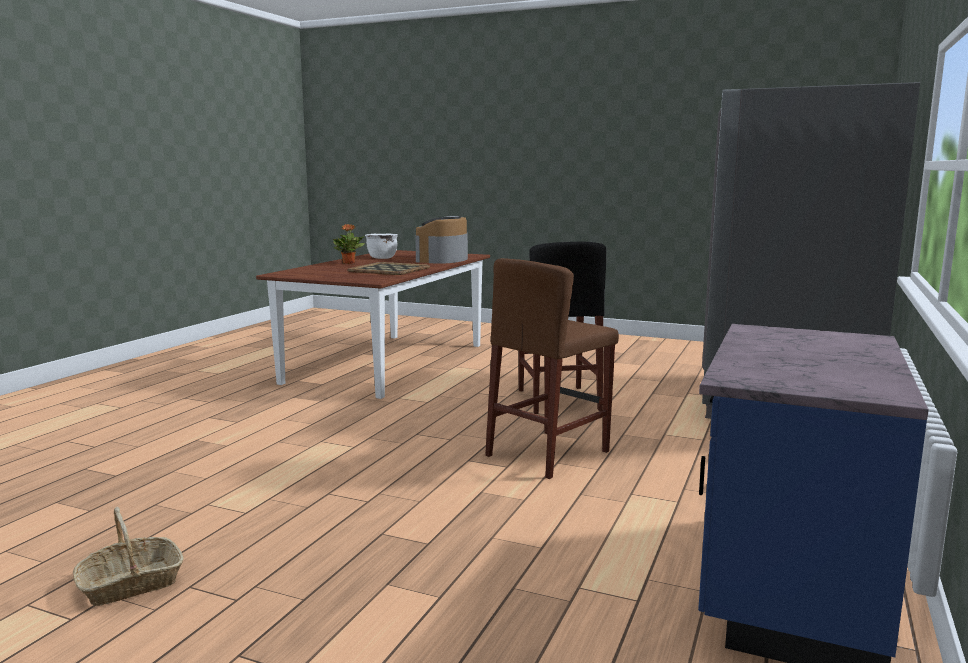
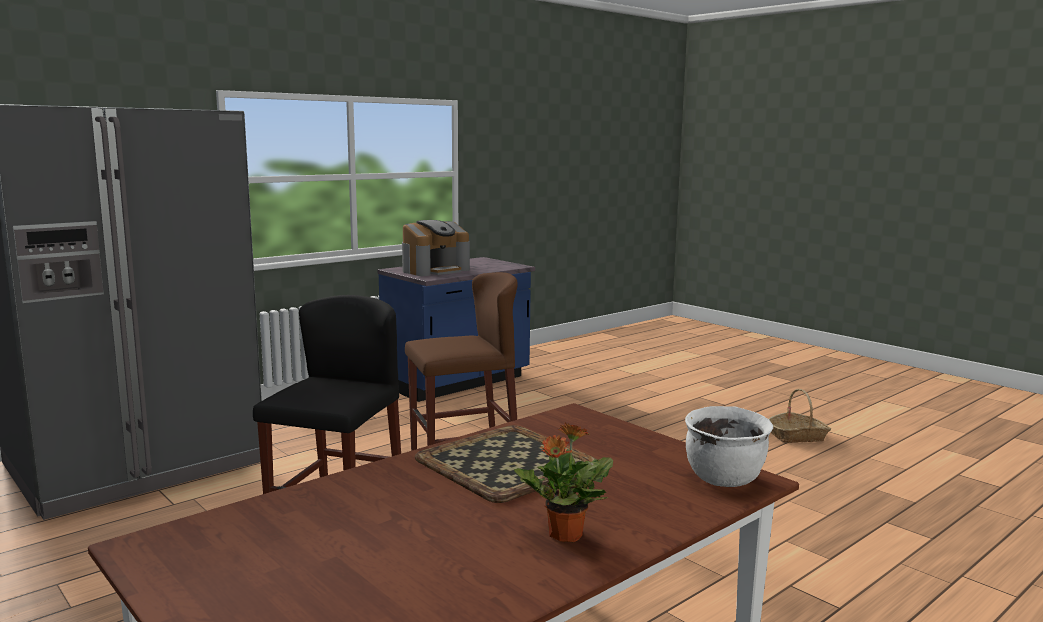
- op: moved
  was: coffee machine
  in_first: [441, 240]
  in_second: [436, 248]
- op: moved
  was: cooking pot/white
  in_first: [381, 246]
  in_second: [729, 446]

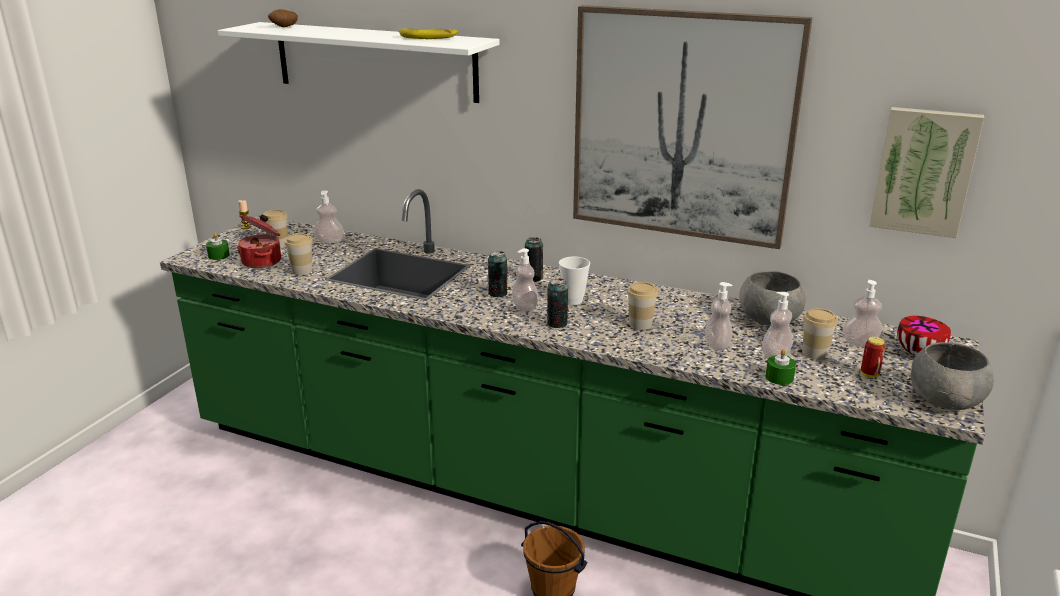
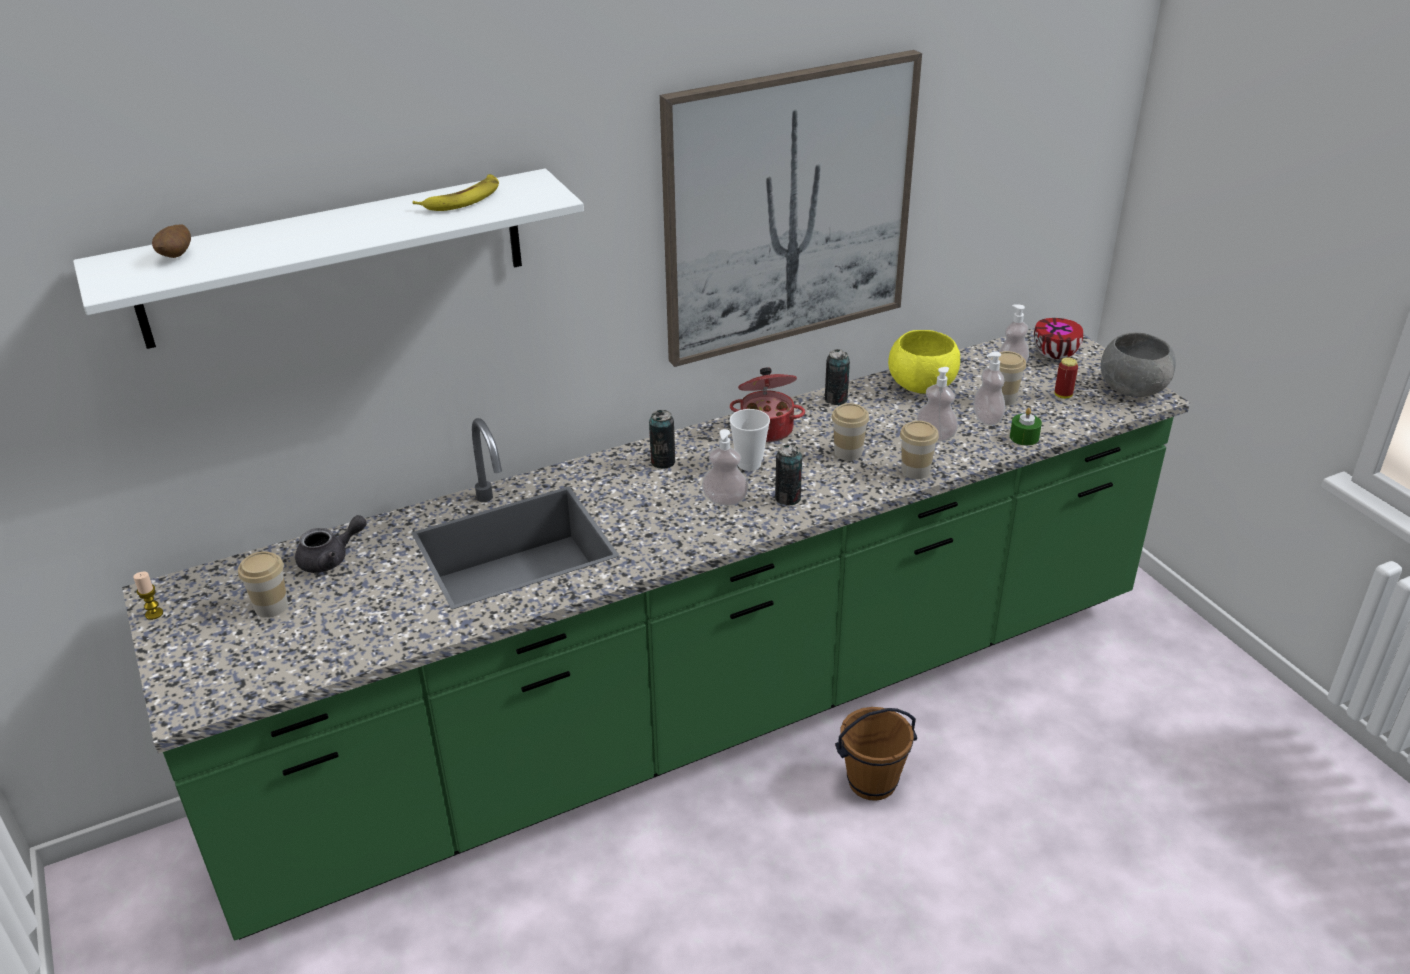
- op: replaced
  was: soap dispenser
  now: teapot/grey
  in_first: [329, 216]
  in_second: [331, 544]
- op: moved
  was: cooking pot
  in_first: [259, 241]
  in_second: [767, 404]
- op: moved
  was: can
  in_first: [497, 274]
  in_second: [837, 377]
- op: recoloured
  was: bowl/grey
  now: bowl/yellow
  in_first: [773, 298]
  in_second: [924, 362]
- op: moved
  was: cup
  in_first: [299, 254]
  in_second: [919, 450]
- op: removed
  was: candle/green
  in_first: [218, 246]
- op: removed
  was: picture
  in_first: [926, 172]

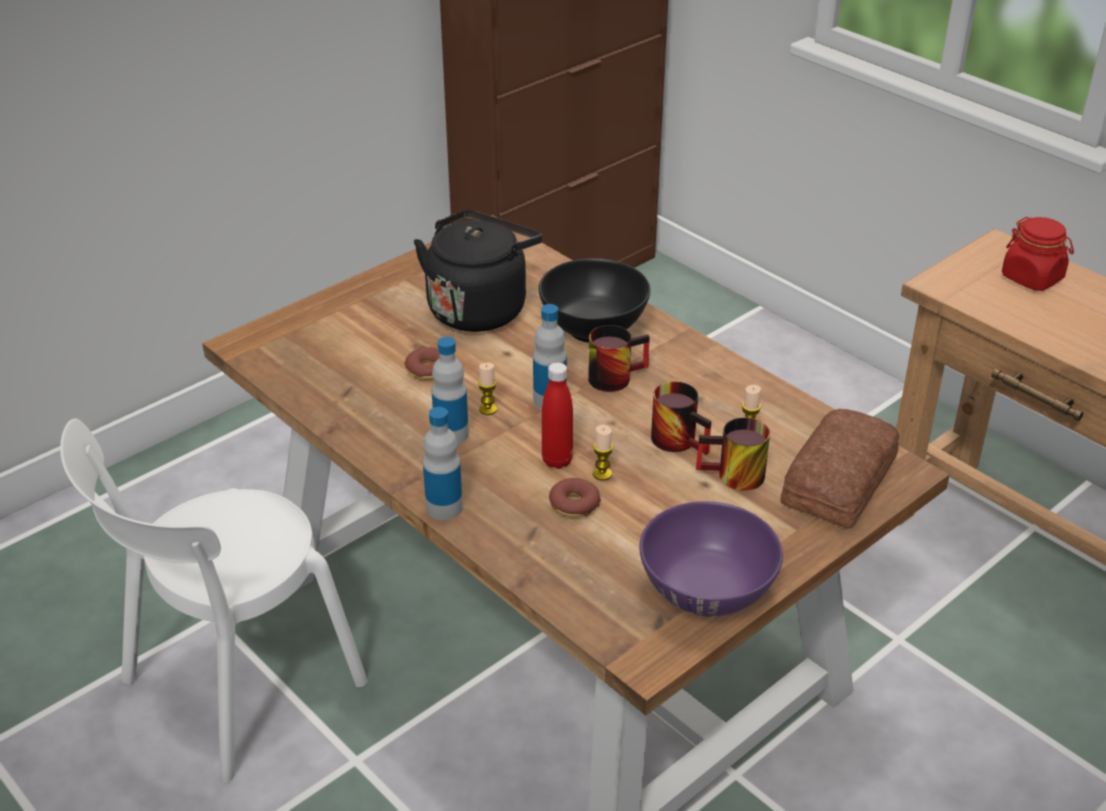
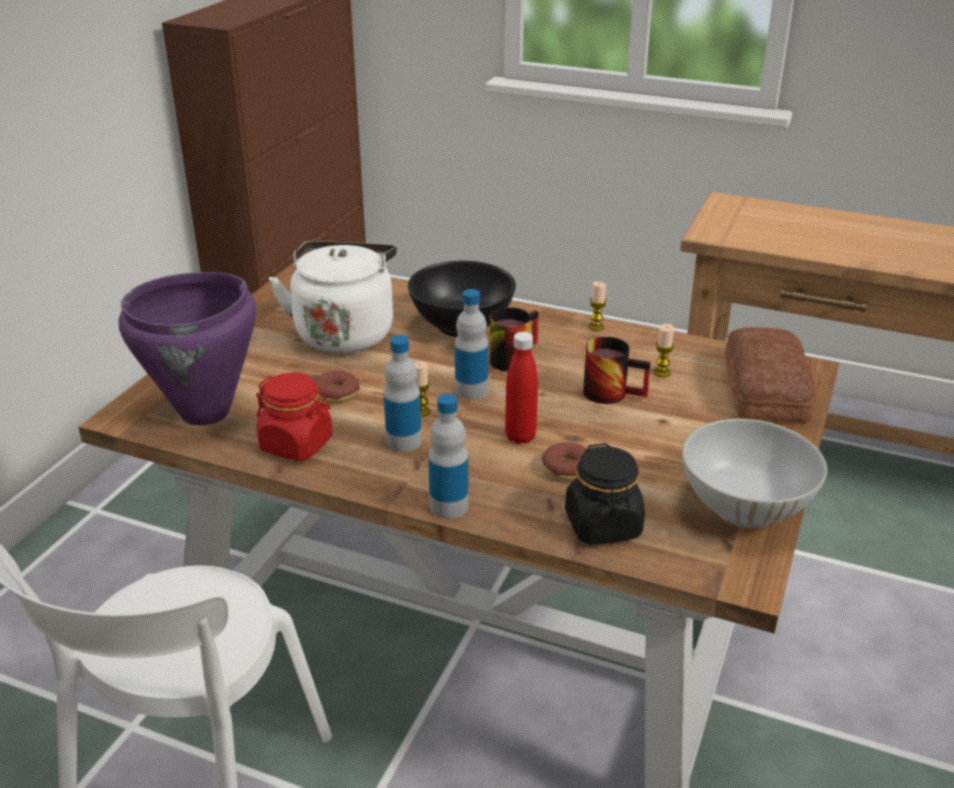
- op: added
  now: cooking pot/purple
  in_second: [187, 348]
- op: moved
  was: jar/red
  in_first: [1038, 254]
  in_second: [294, 416]
- op: recoloured
  was: kettle/black
  now: kettle/white
  in_first: [478, 271]
  in_second: [333, 297]
- op: added
  now: jar/black
  in_second: [605, 494]
- op: moved
  was: candle
  in_first: [603, 453]
  in_second: [597, 306]
- op: recoloured
  was: bowl/purple
  now: bowl/white
  in_first: [711, 559]
  in_second: [754, 473]
- op: removed
  was: mug
  in_first: [733, 454]

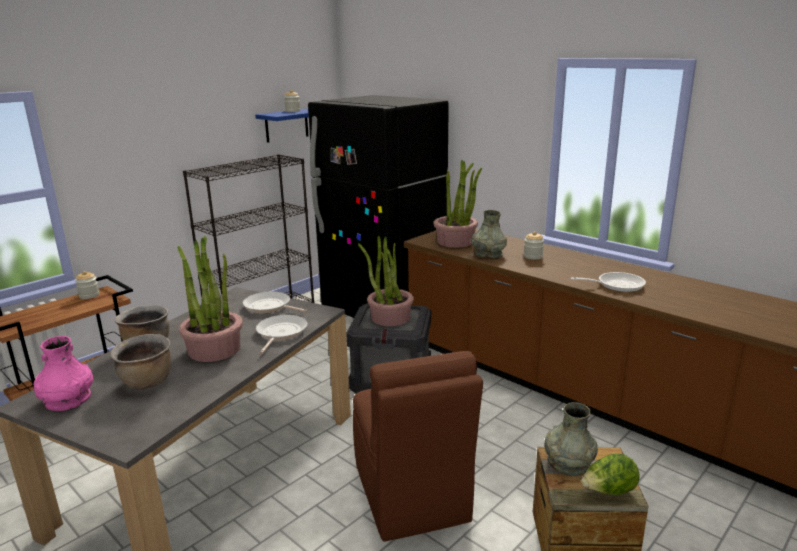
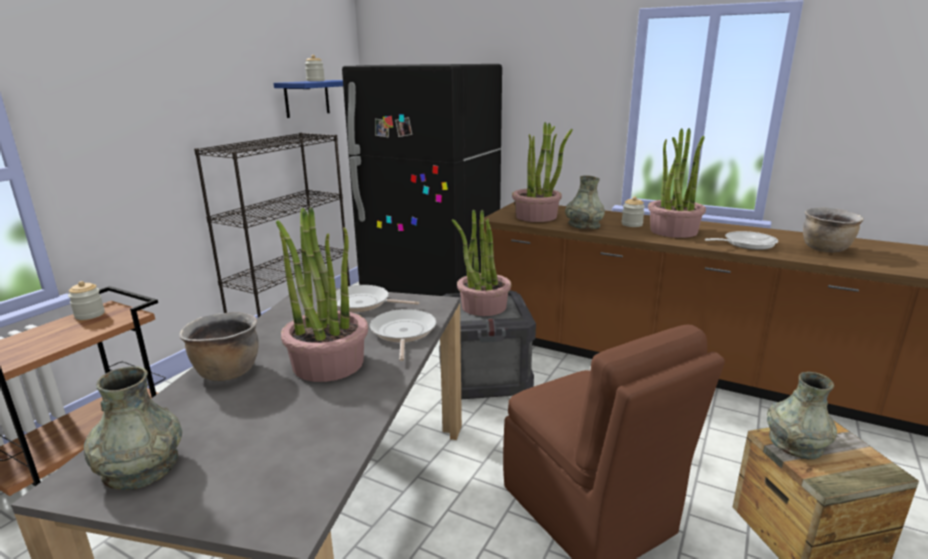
- op: recoloured
  was: vase/pink
  now: vase/grey
  in_first: [63, 373]
  in_second: [133, 428]
- op: added
  now: potted plant
  in_second: [677, 183]
- op: moved
  was: cooking pot/brown
  in_first: [140, 361]
  in_second: [833, 230]
- op: removed
  was: lettuce
  in_first: [610, 474]

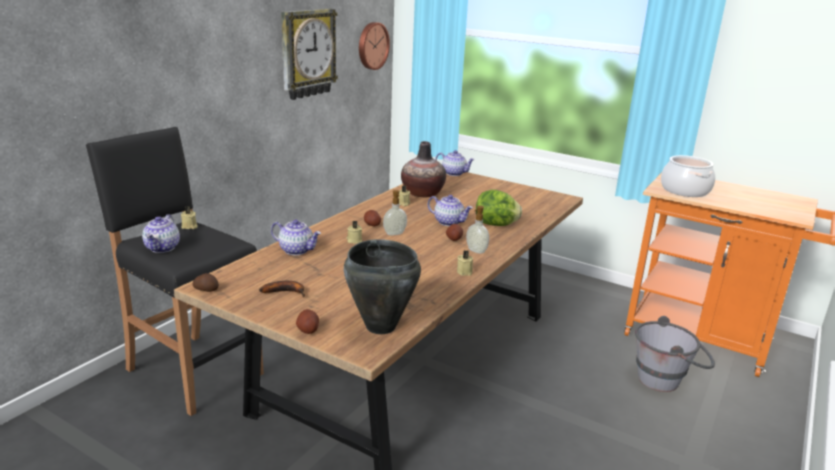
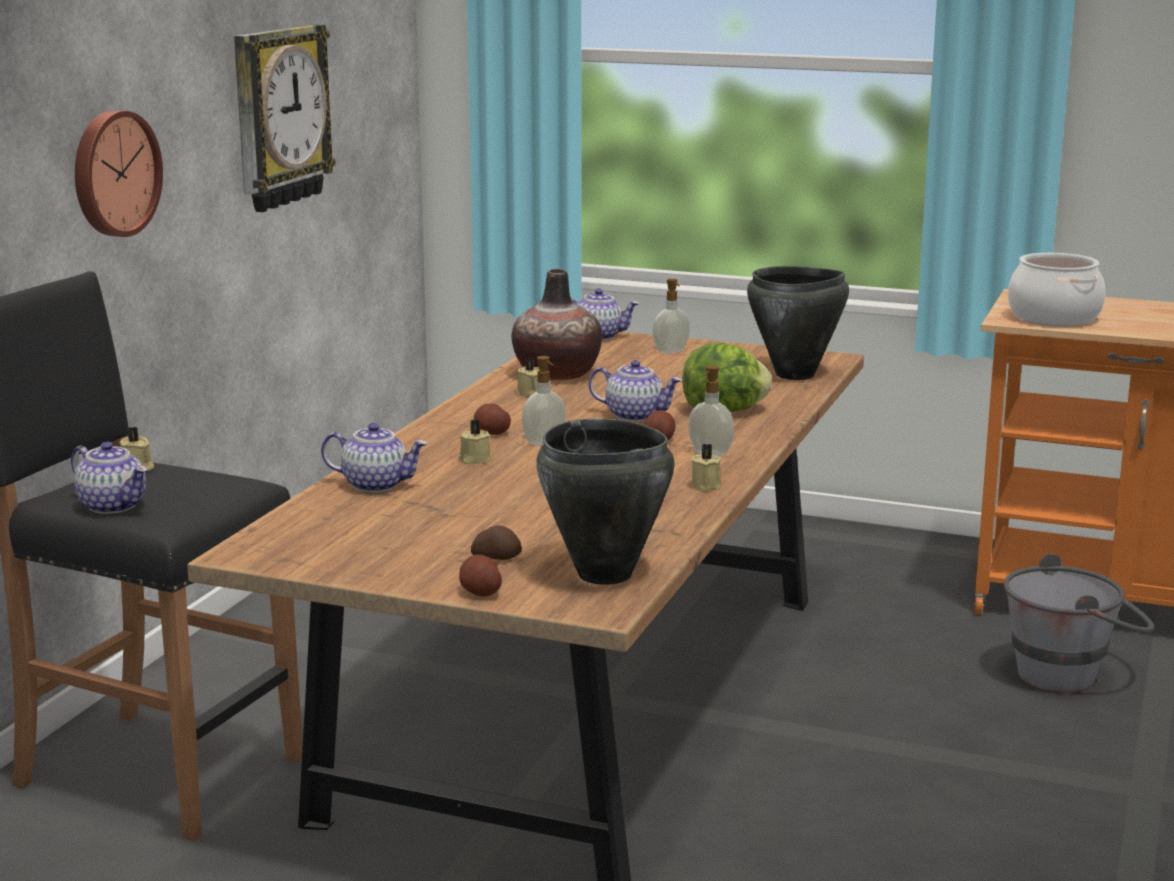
- op: turned
  was: teapot
  in_first: [161, 233]
  in_second: [109, 478]
  clockwise: -45
- op: moved
  was: wall clock
  in_first: [374, 46]
  in_second: [119, 173]
- op: moved
  was: potato
  in_first: [205, 282]
  in_second: [496, 542]
- op: added
  now: soap dispenser
  in_second: [671, 316]
- op: added
  now: cooking pot/black
  in_second: [798, 323]
- op: removed
  was: banana
  in_first: [282, 289]

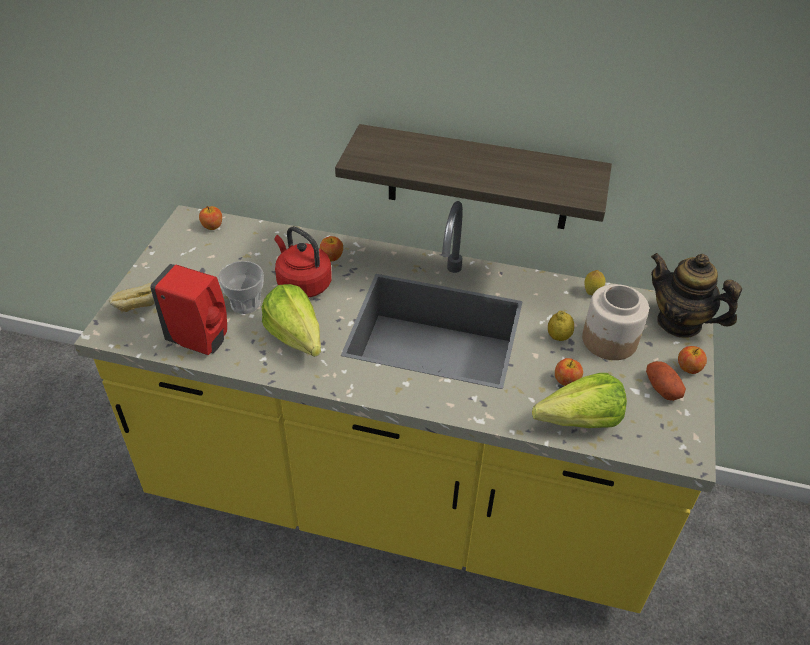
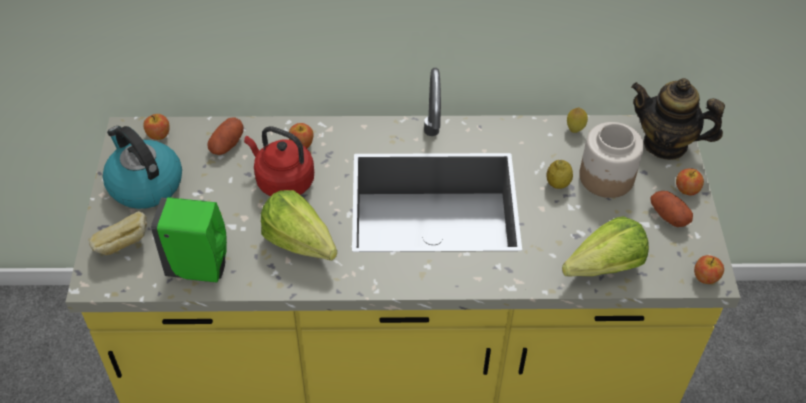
- op: added
  now: kettle
  in_second: [142, 167]
- op: recoloured
  was: soap dispenser/red
  now: soap dispenser/green
  in_first: [188, 309]
  in_second: [189, 240]
- op: added
  now: potato
  in_second: [225, 136]
- op: moved
  was: apple
  in_first: [569, 372]
  in_second: [709, 269]
- op: removed
  was: cup
  in_first: [241, 287]
- op: removed
  was: shelf
  in_first: [473, 176]

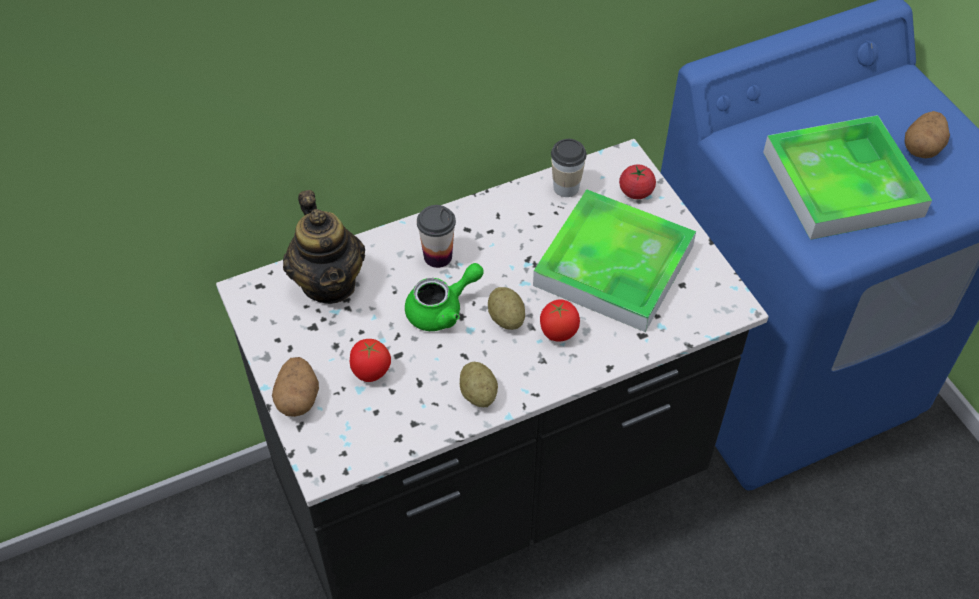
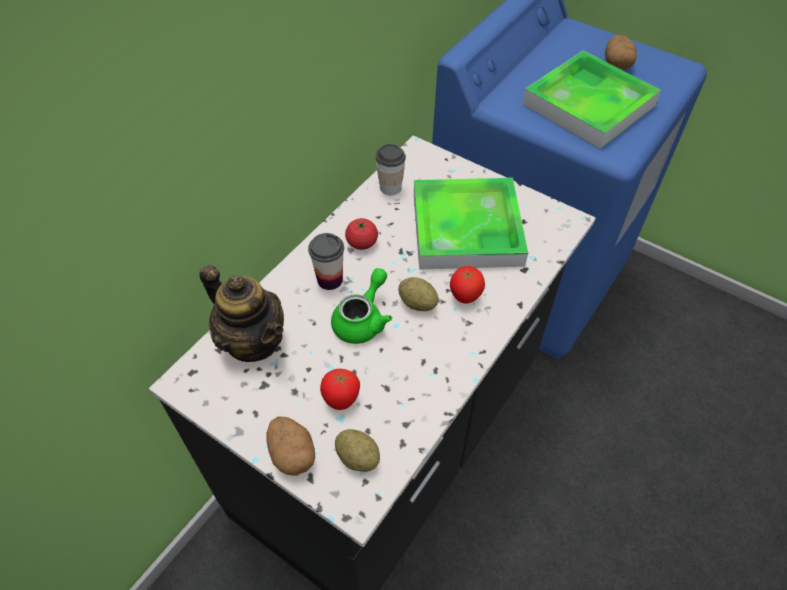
- op: moved
  was: potato
  in_first: [479, 384]
  in_second: [357, 450]
- op: moved
  was: tomato
  in_first: [637, 181]
  in_second: [361, 234]

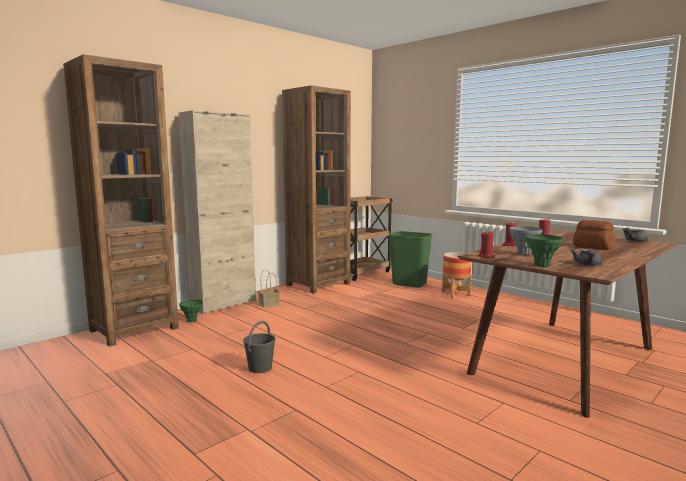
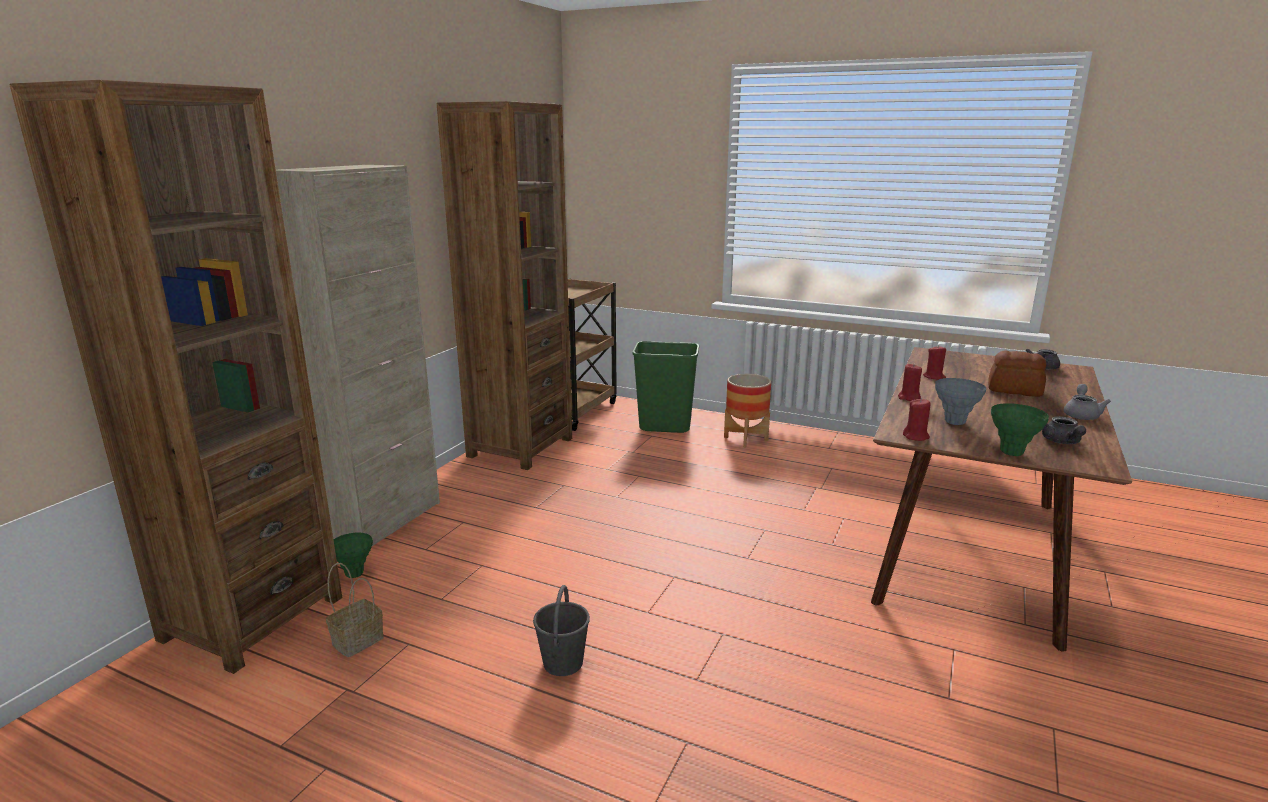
- op: moved
  was: basket
  in_first: [269, 288]
  in_second: [355, 610]
- op: added
  now: teapot/grey
  in_second: [1087, 402]

